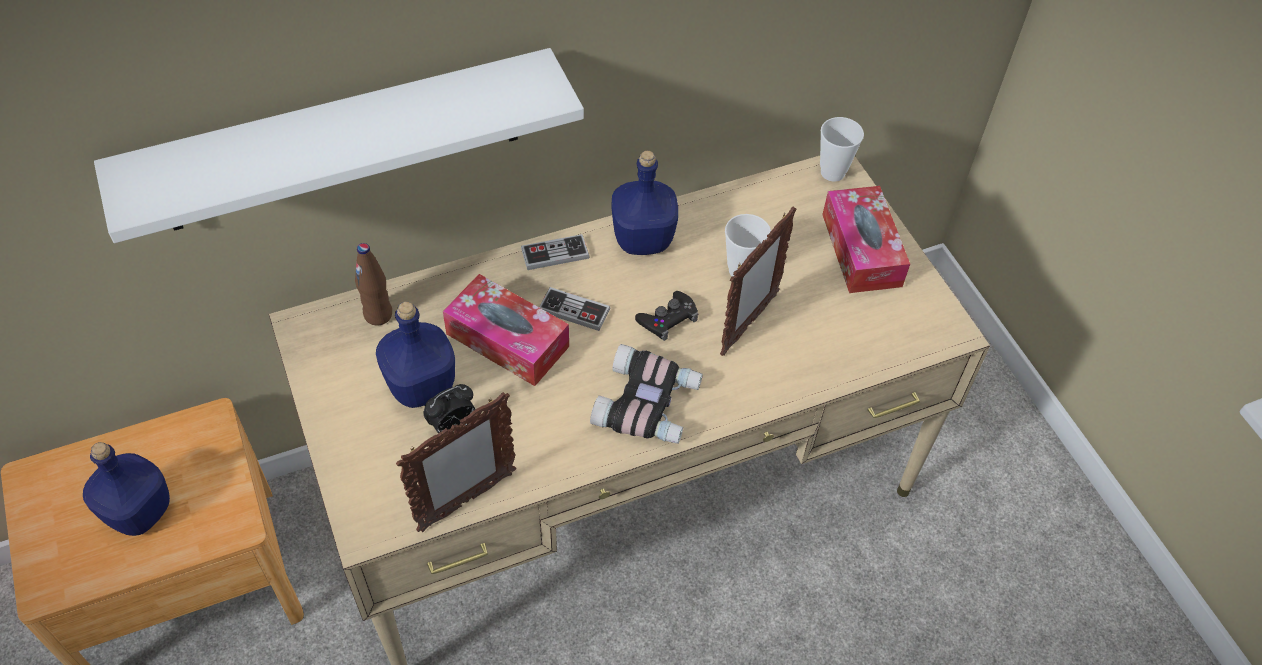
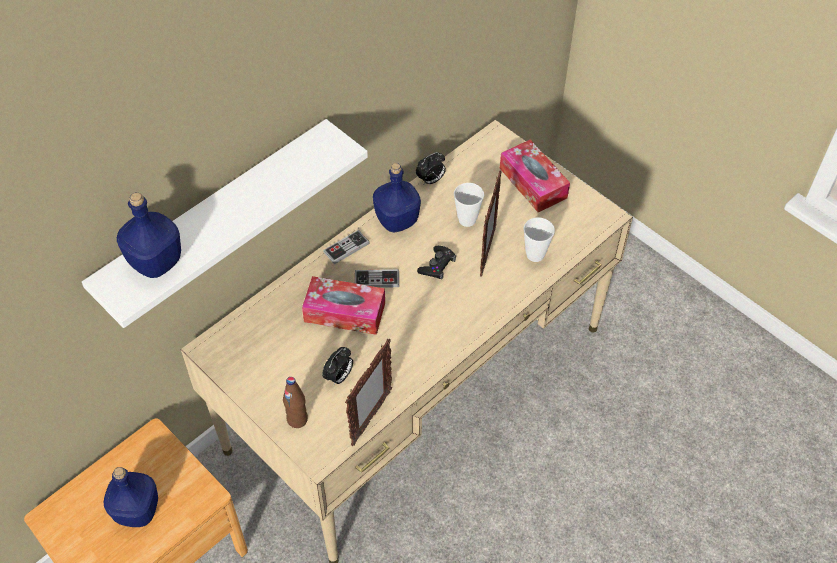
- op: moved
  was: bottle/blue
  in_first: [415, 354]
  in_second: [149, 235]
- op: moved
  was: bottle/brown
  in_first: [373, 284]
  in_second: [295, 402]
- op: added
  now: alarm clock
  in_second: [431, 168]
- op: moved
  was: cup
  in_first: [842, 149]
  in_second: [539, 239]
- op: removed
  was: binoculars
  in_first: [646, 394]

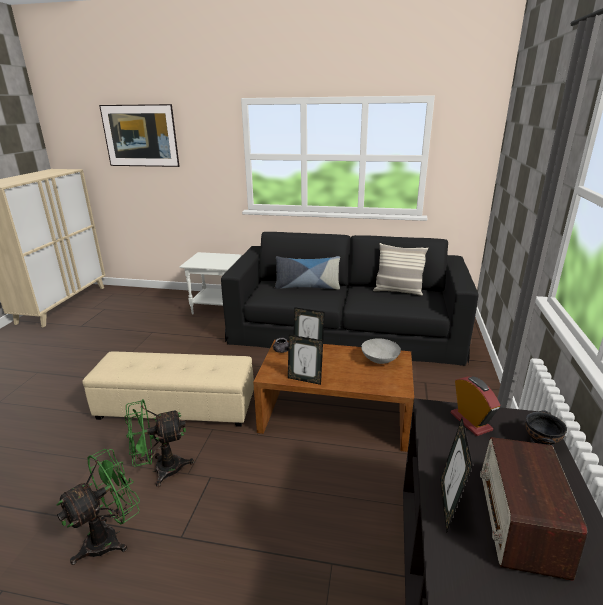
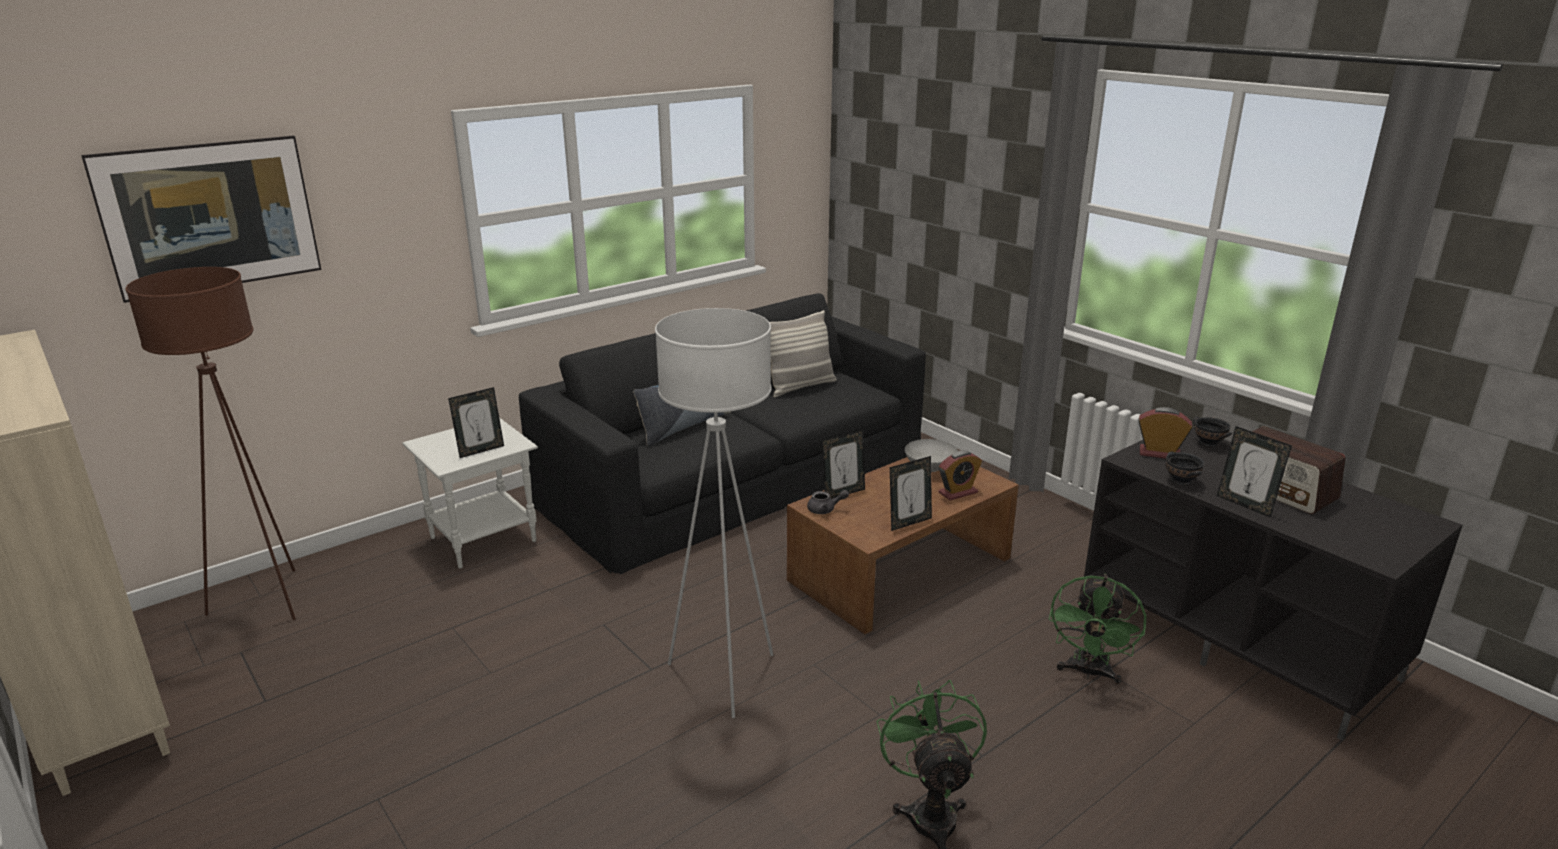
- op: added
  now: floor lamp/brown
  in_second: [211, 443]
- op: added
  now: picture frame
  in_second: [476, 422]
- op: replaced
  was: ottoman/beige
  now: floor lamp/white
  in_first: [168, 389]
  in_second: [714, 513]
- op: added
  now: alarm clock
  in_second: [960, 475]
- op: moved
  was: fan/green
  in_first: [159, 443]
  in_second: [1097, 628]
- op: added
  now: bowl/black
  in_second: [1185, 469]

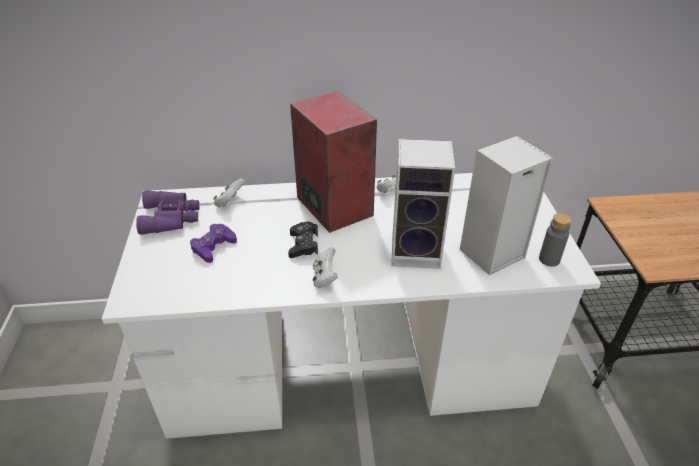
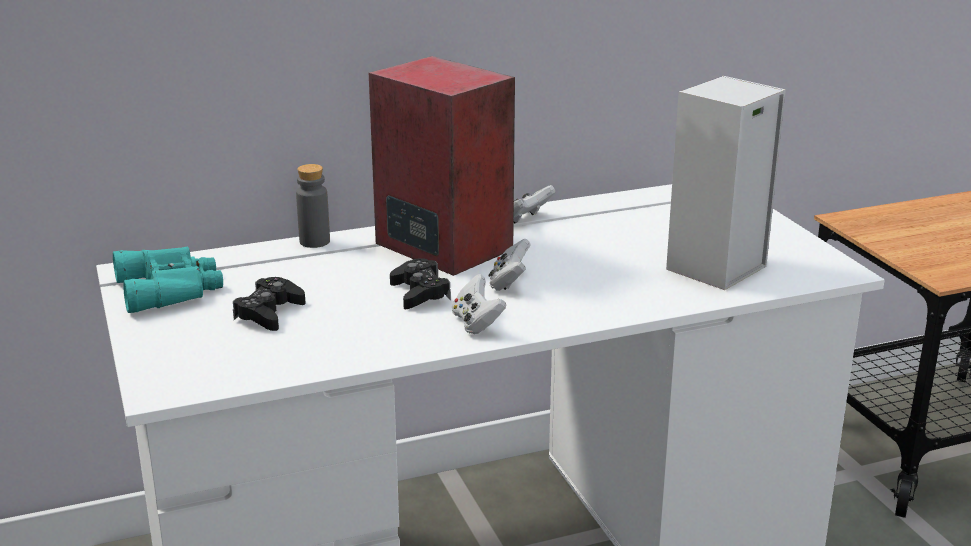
- op: recoloured
  was: binoculars/purple
  now: binoculars/turquoise
  in_first: [167, 212]
  in_second: [168, 279]
- op: recoloured
  was: game controller/purple
  now: game controller/black
  in_first: [213, 243]
  in_second: [269, 304]
- op: moved
  was: bottle/grey
  in_first: [555, 240]
  in_second: [313, 206]
- op: moved
  was: game controller/white
  in_first: [229, 193]
  in_second: [510, 264]
- op: removed
  was: speaker
  in_first: [423, 204]

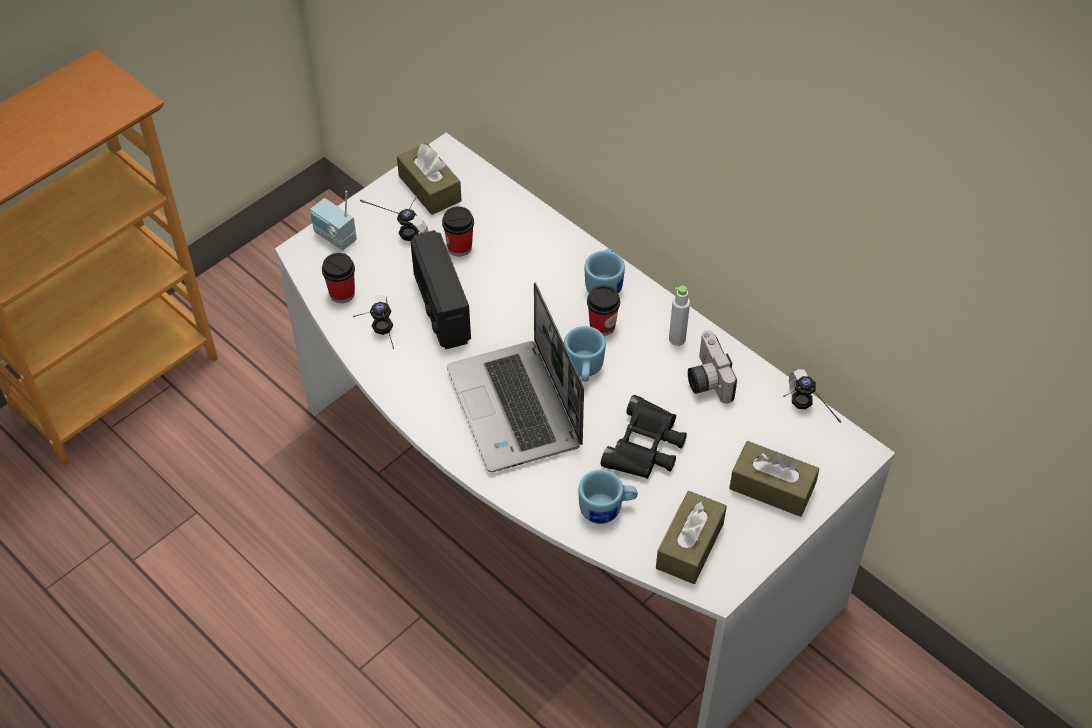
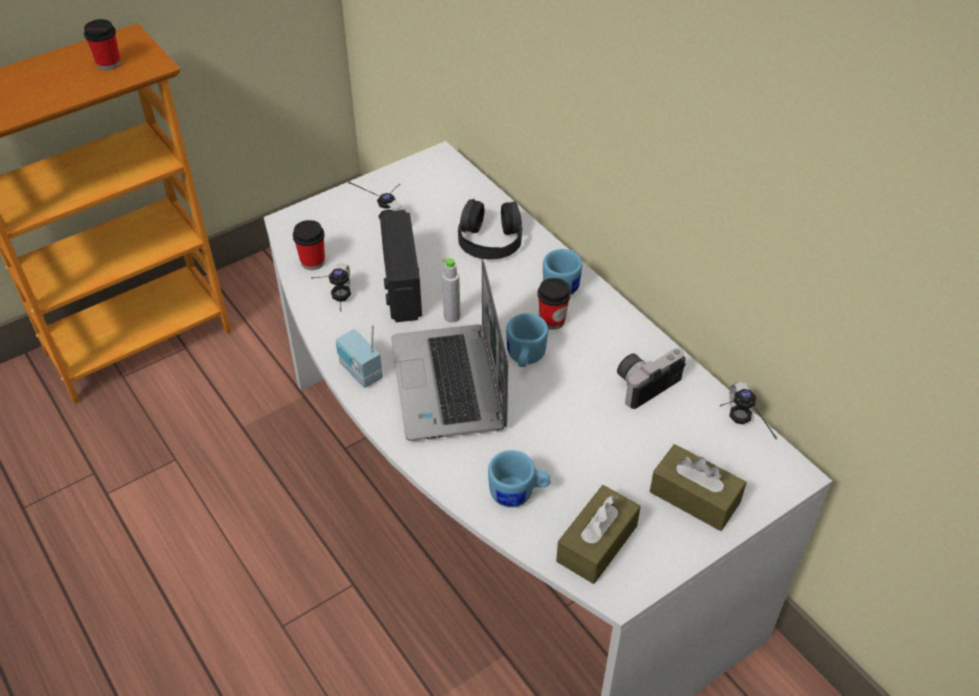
- op: moved
  was: cup
  in_first: [458, 231]
  in_second: [102, 44]
- op: moved
  was: radio
  in_first: [333, 221]
  in_second: [359, 356]
- op: moved
  was: bottle/grey
  in_first: [679, 316]
  in_second: [451, 290]
- op: added
  now: headphones/black
  in_second: [490, 229]
- op: turned
  was: photo camera
  in_first: [712, 367]
  in_second: [651, 379]
  clockwise: 60
- op: removed
  was: tissue box/brown
  in_first: [429, 179]
- op: removed
  was: binoculars/black
  in_first: [644, 437]

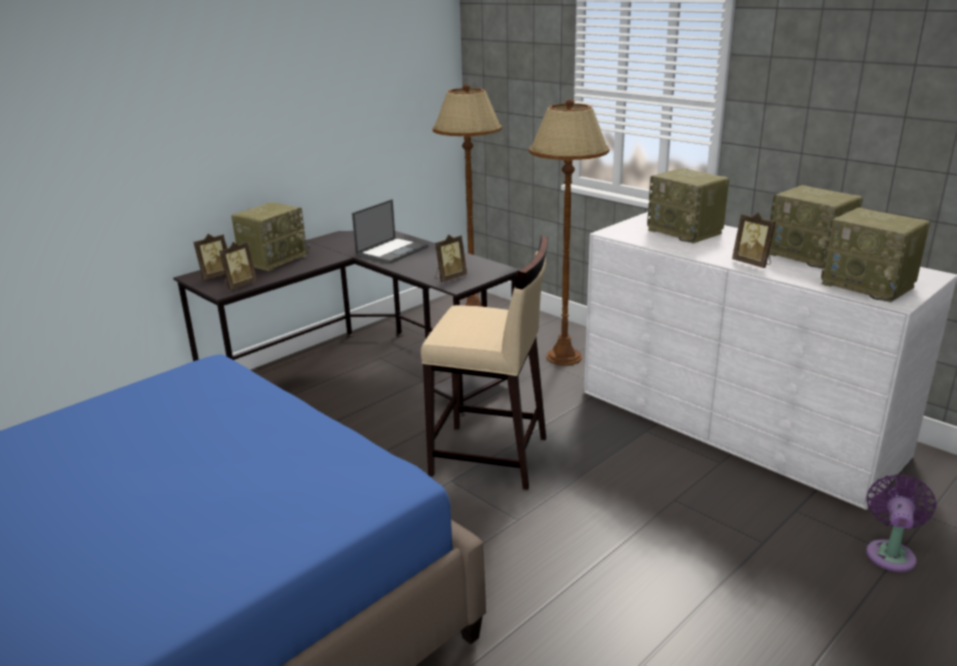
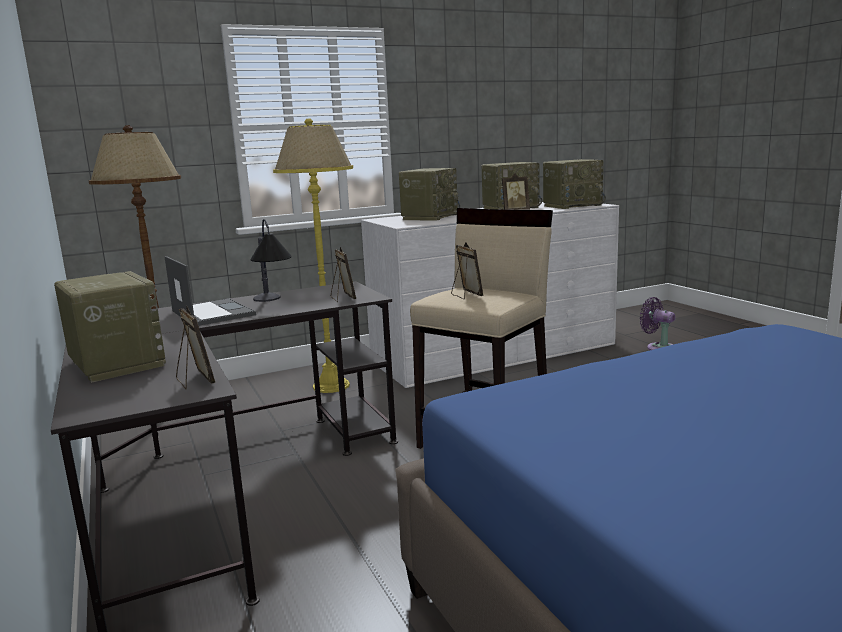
- op: added
  now: table lamp
  in_second: [271, 260]
- op: recoloured
  was: floor lamp/brown
  now: floor lamp/yellow
  in_first: [569, 232]
  in_second: [313, 255]
- op: turned
  was: radio
  in_first: [688, 205]
  in_second: [429, 194]
  clockwise: -45
- op: moved
  was: picture frame
  in_first: [210, 257]
  in_second: [467, 270]

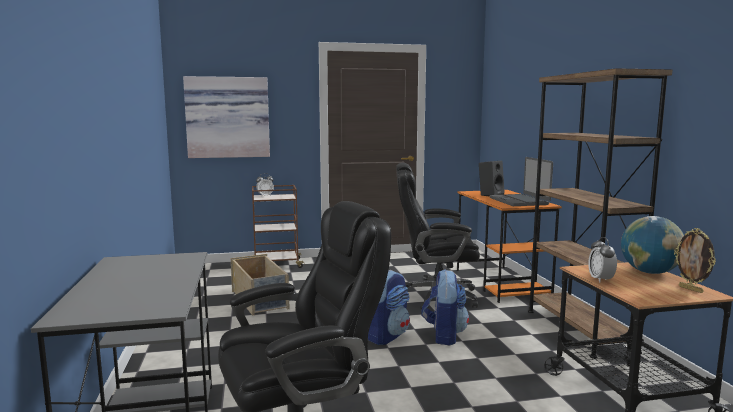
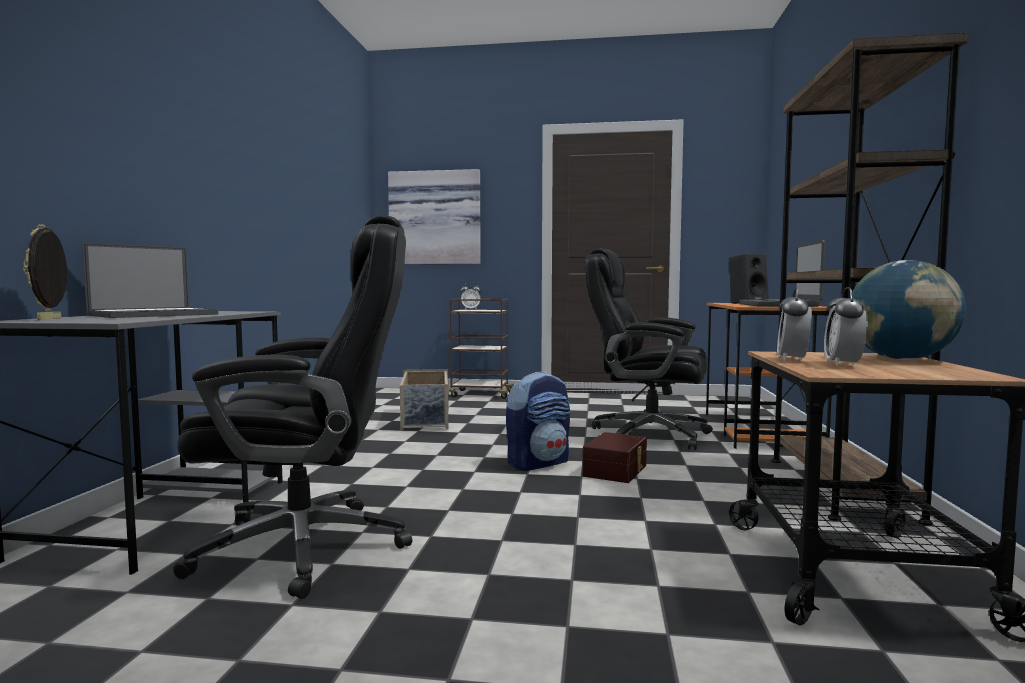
- op: moved
  was: picture frame
  in_first: [695, 260]
  in_second: [45, 272]
- op: added
  now: laptop
  in_second: [150, 280]
- op: replaced
  was: backpack
  now: storage box/brown
  in_first: [445, 307]
  in_second: [615, 457]
- op: added
  now: alarm clock
  in_second: [846, 326]

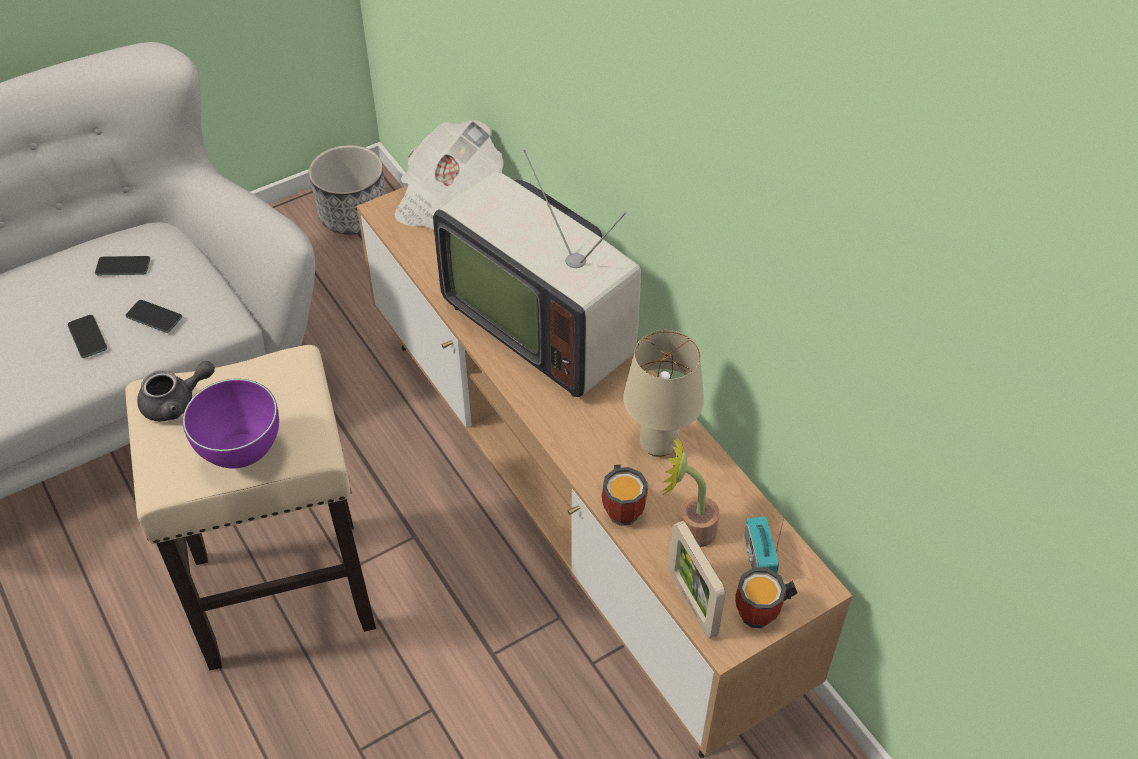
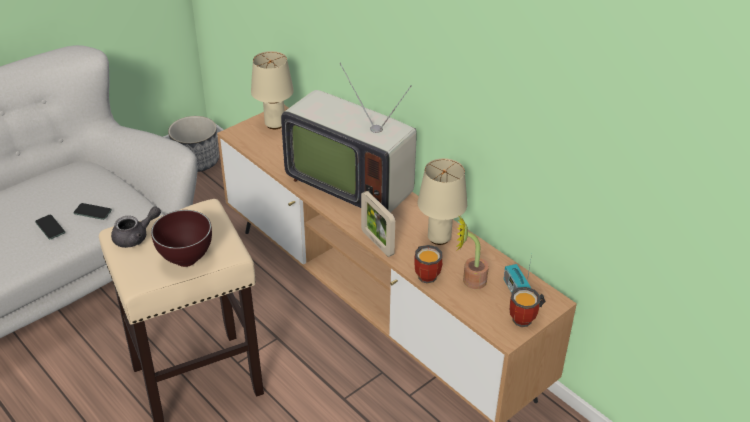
- op: recoloured
  was: bowl/purple
  now: bowl/brown
  in_first: [230, 423]
  in_second: [181, 238]
- op: replaced
  was: newspaper
  now: table lamp/beige
  in_first: [448, 175]
  in_second: [272, 90]
- op: moved
  was: picture frame
  in_first: [697, 579]
  in_second: [378, 224]
- op: removed
  was: phone
  in_first: [122, 265]

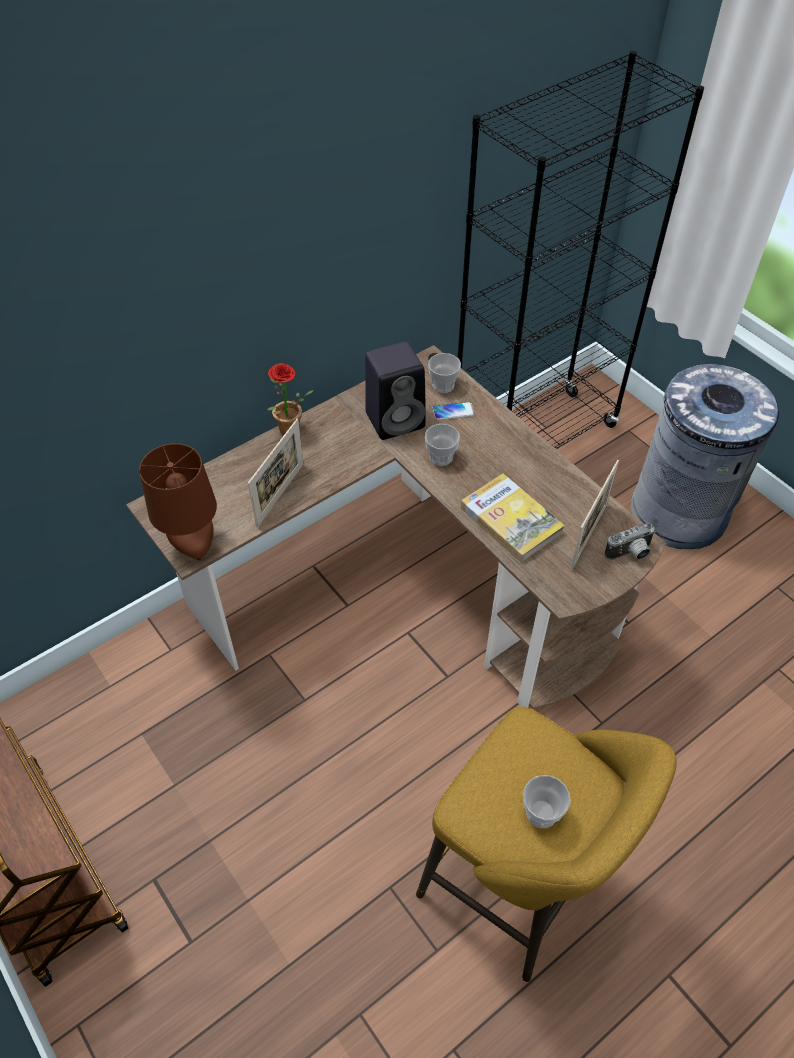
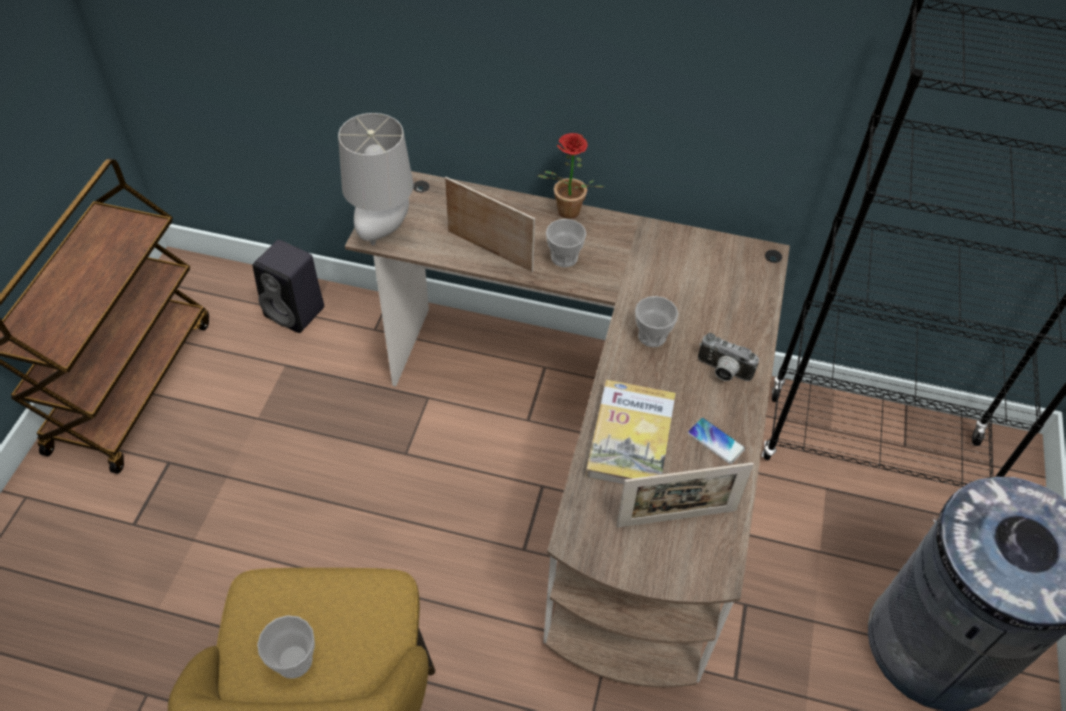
- op: moved
  was: speaker/black
  in_first: [395, 390]
  in_second: [288, 286]
- op: recoloured
  was: table lamp/brown
  now: table lamp/grey
  in_first: [178, 501]
  in_second: [375, 179]
- op: turned
  was: picture frame
  in_first: [275, 473]
  in_second: [490, 224]
  clockwise: -135
- op: moved
  was: cup
  in_first: [444, 373]
  in_second: [566, 243]
- op: moved
  was: phone
  in_first: [453, 411]
  in_second: [716, 441]
- op: moved
  was: photo camera
  in_first: [629, 542]
  in_second: [728, 357]

